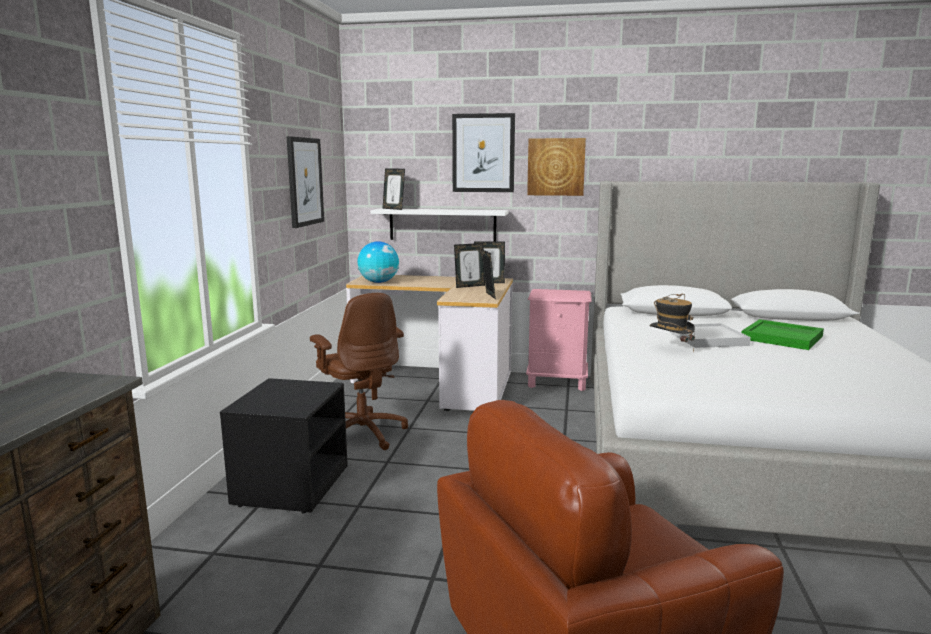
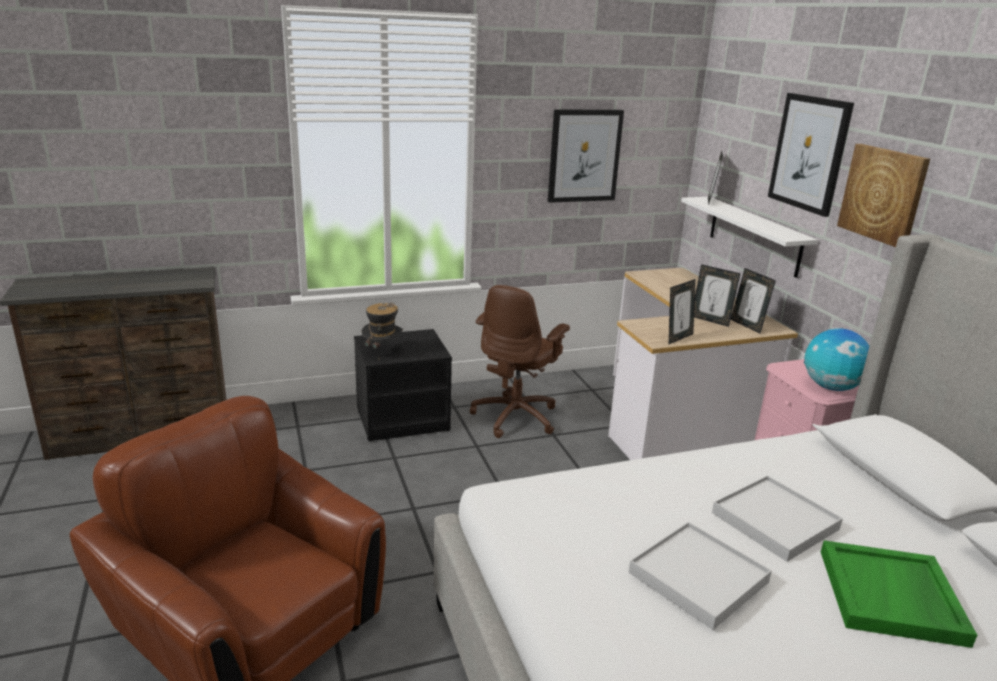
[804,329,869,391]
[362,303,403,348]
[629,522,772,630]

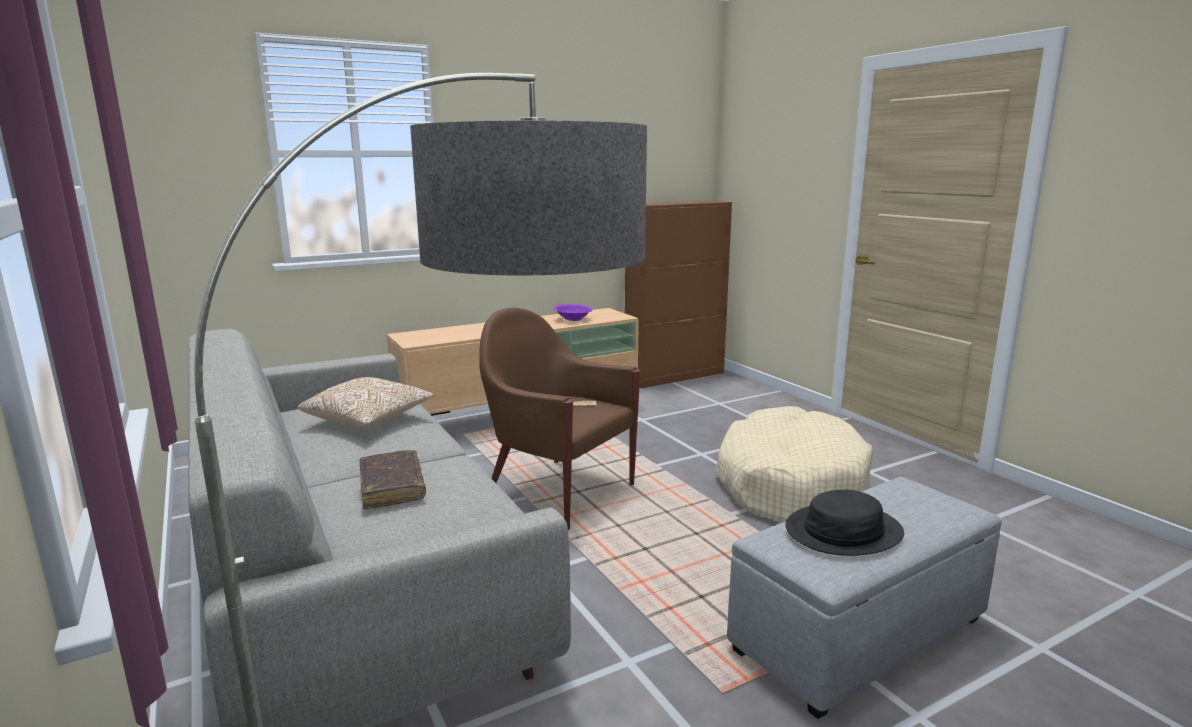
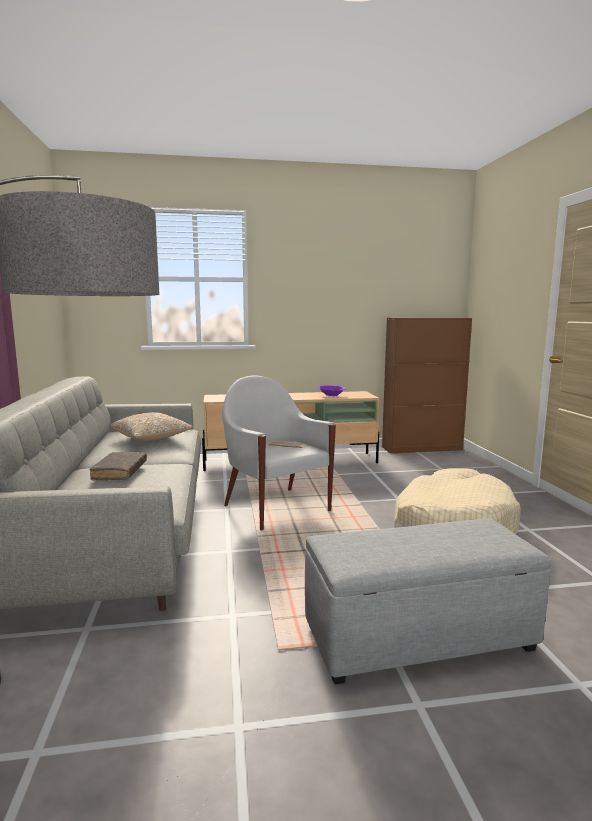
[222,376,336,530]
[785,490,904,556] (first image)

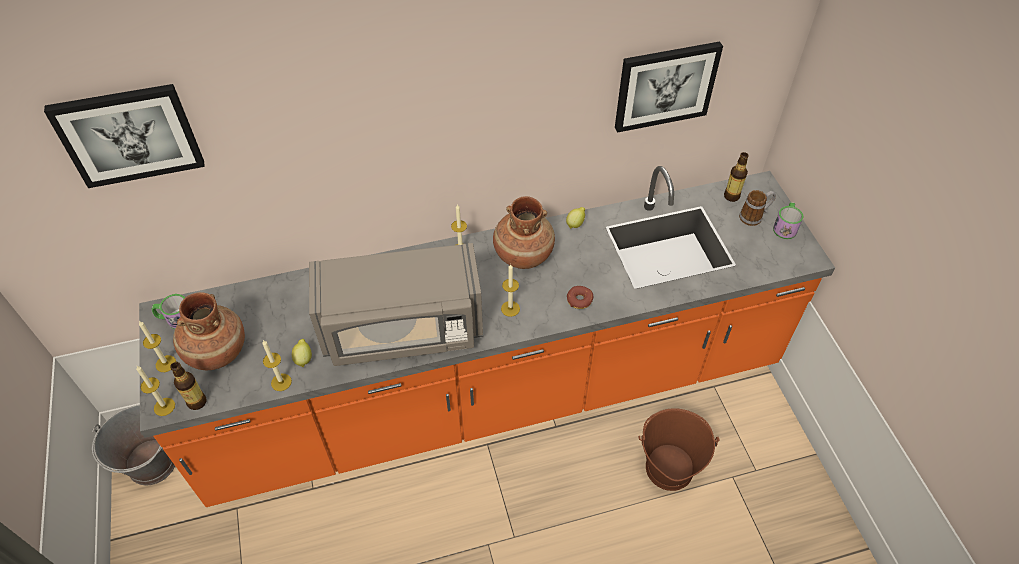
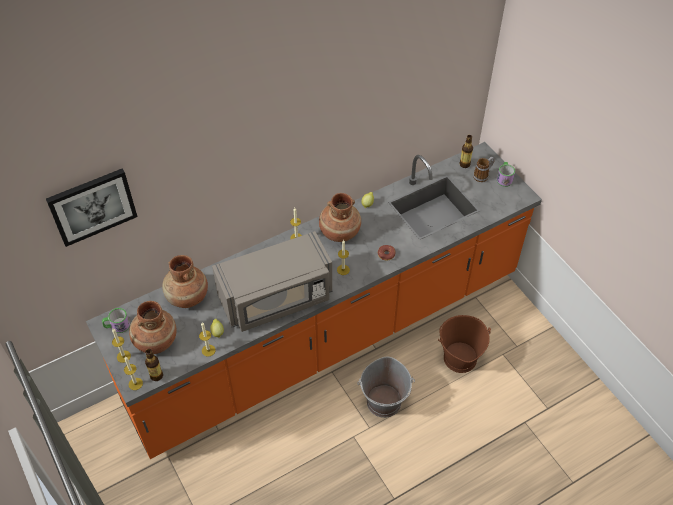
[357,357,415,418]
[615,41,723,133] (first image)
[162,255,208,308]

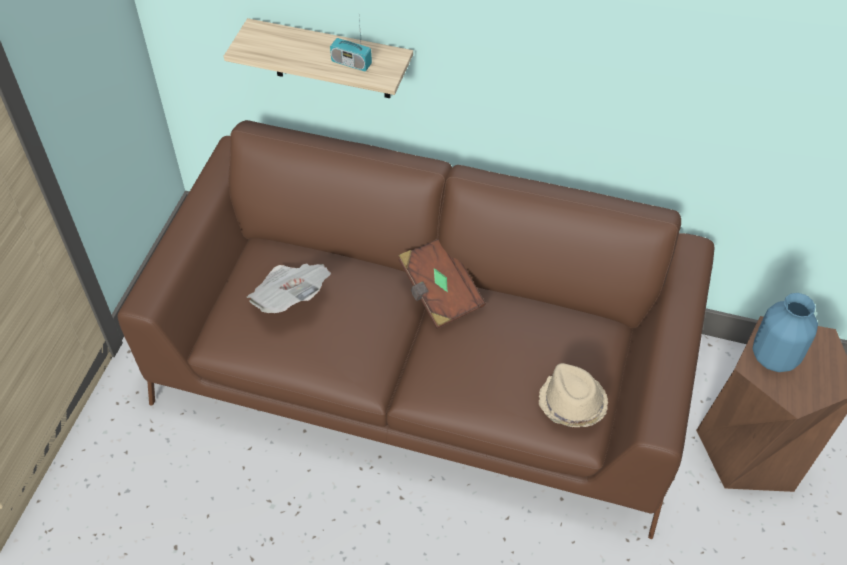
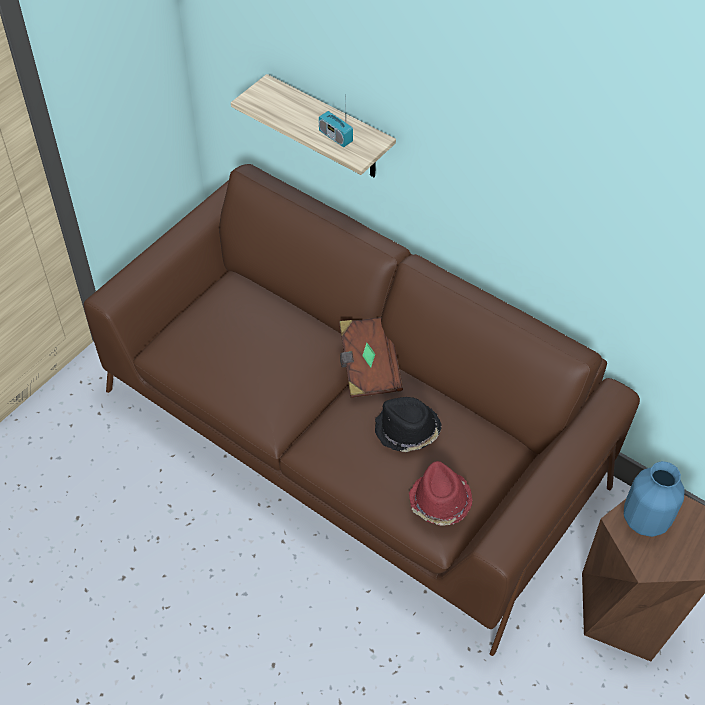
[247,263,331,313] (first image)
[409,461,472,526]
[375,397,442,452]

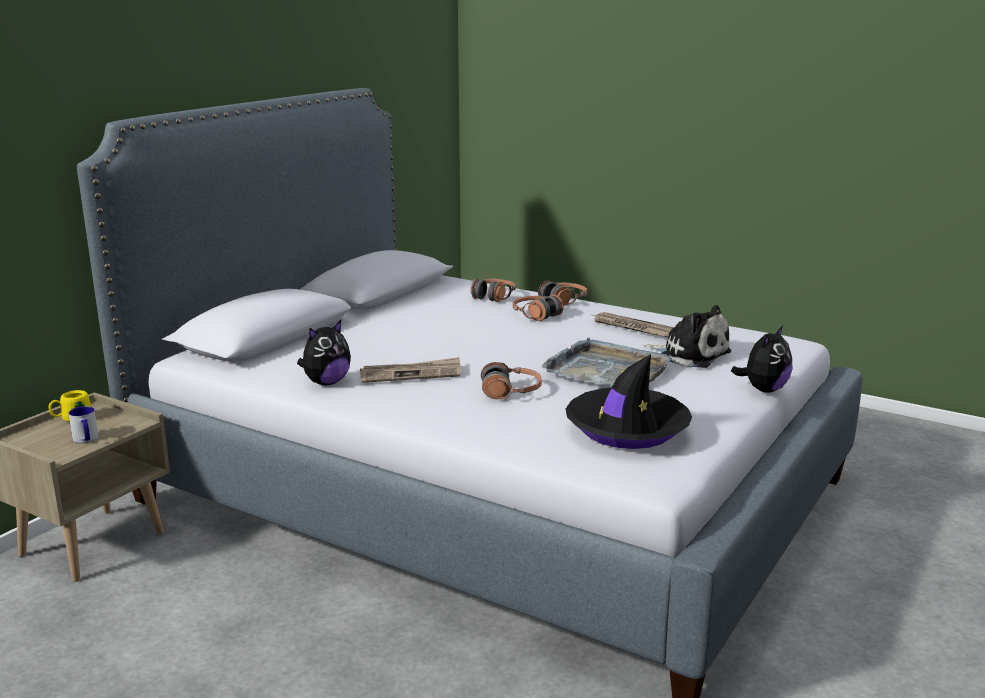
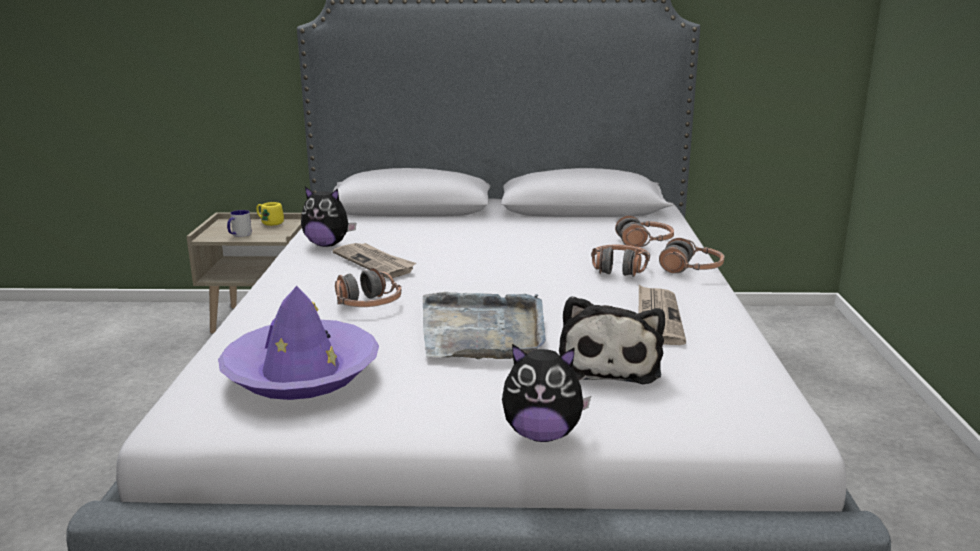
[218,286,379,400]

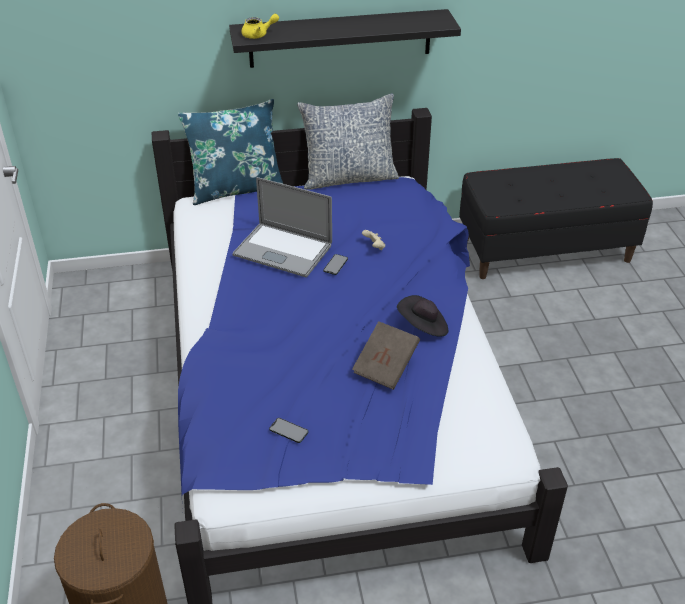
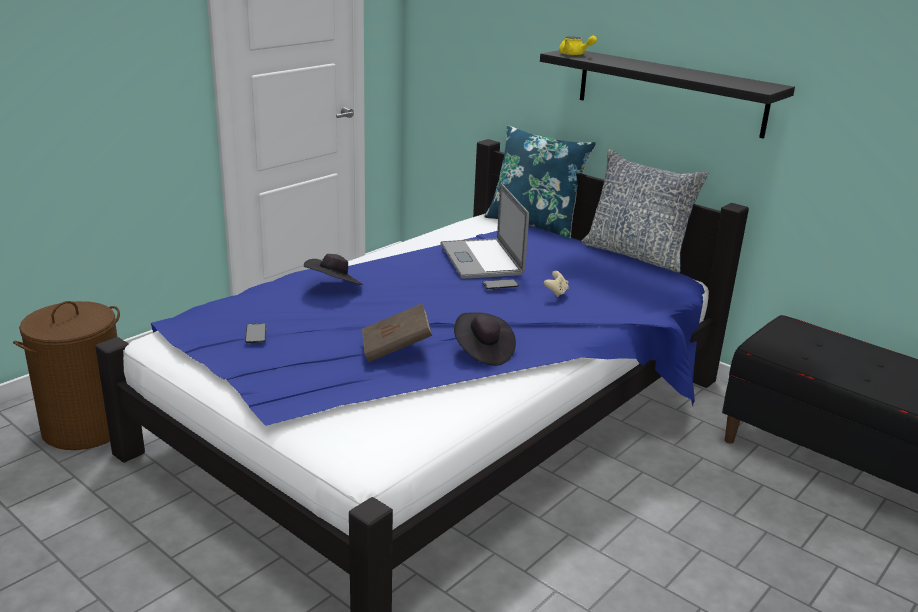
[304,254,362,285]

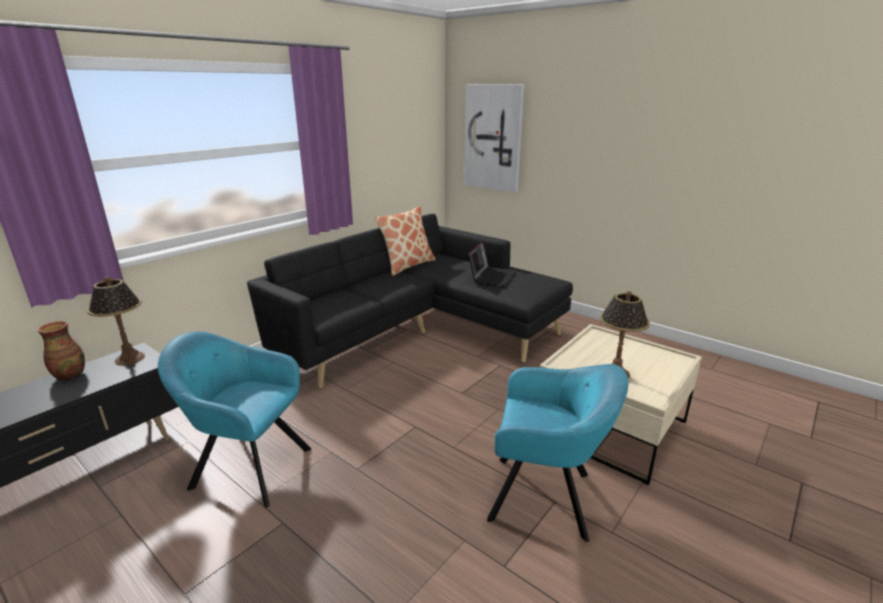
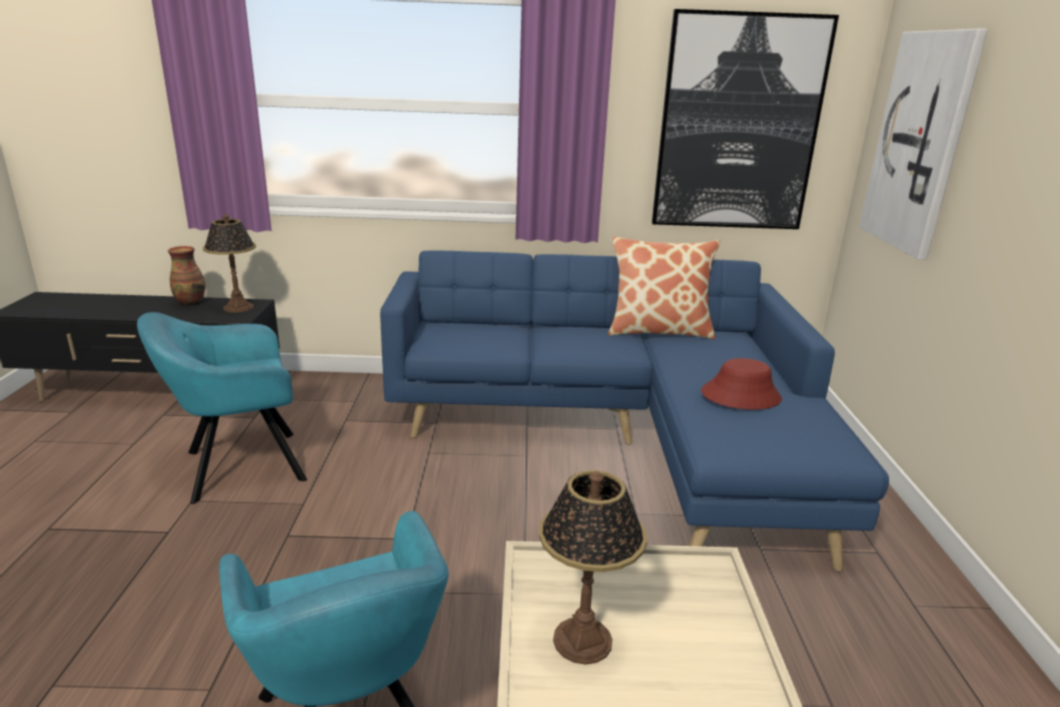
[137,312,307,504]
[380,250,889,572]
[701,358,782,410]
[652,9,839,229]

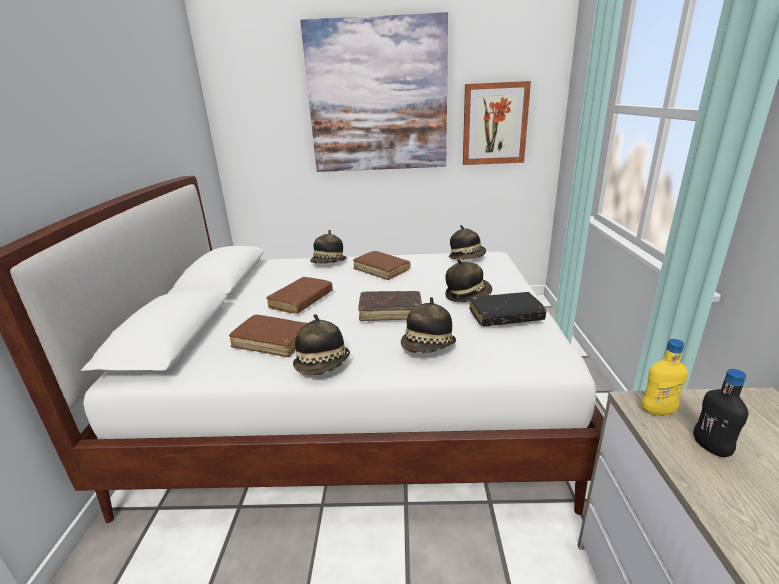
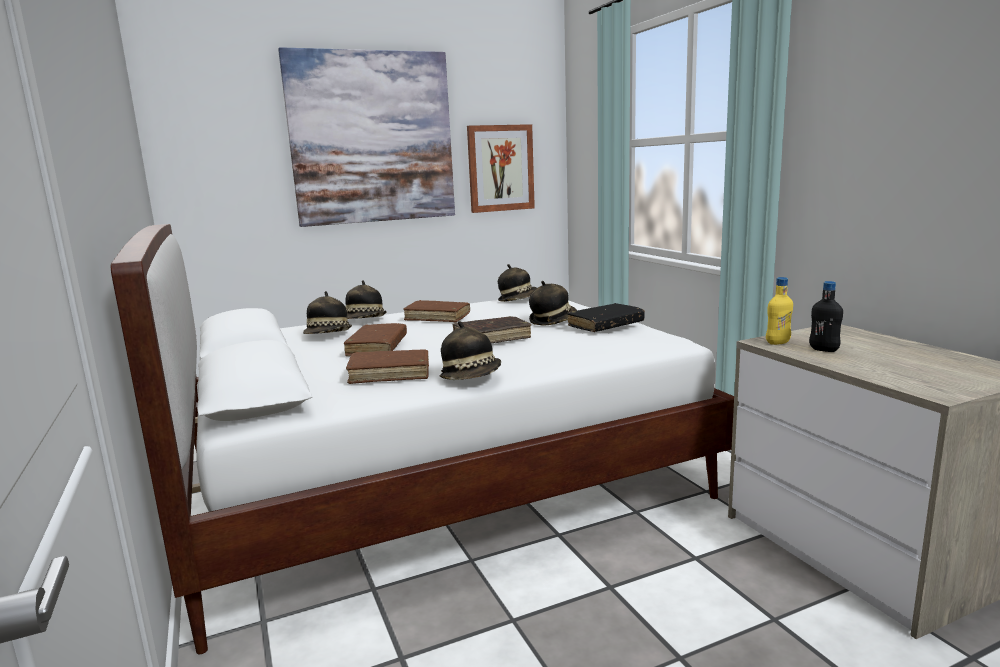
[303,291,352,334]

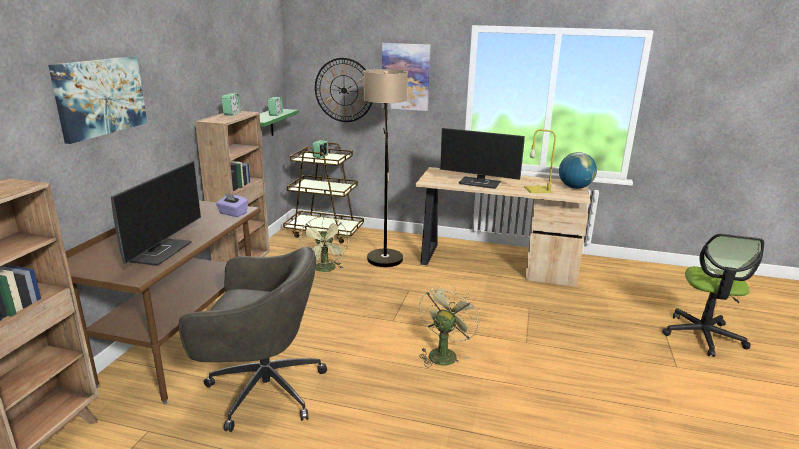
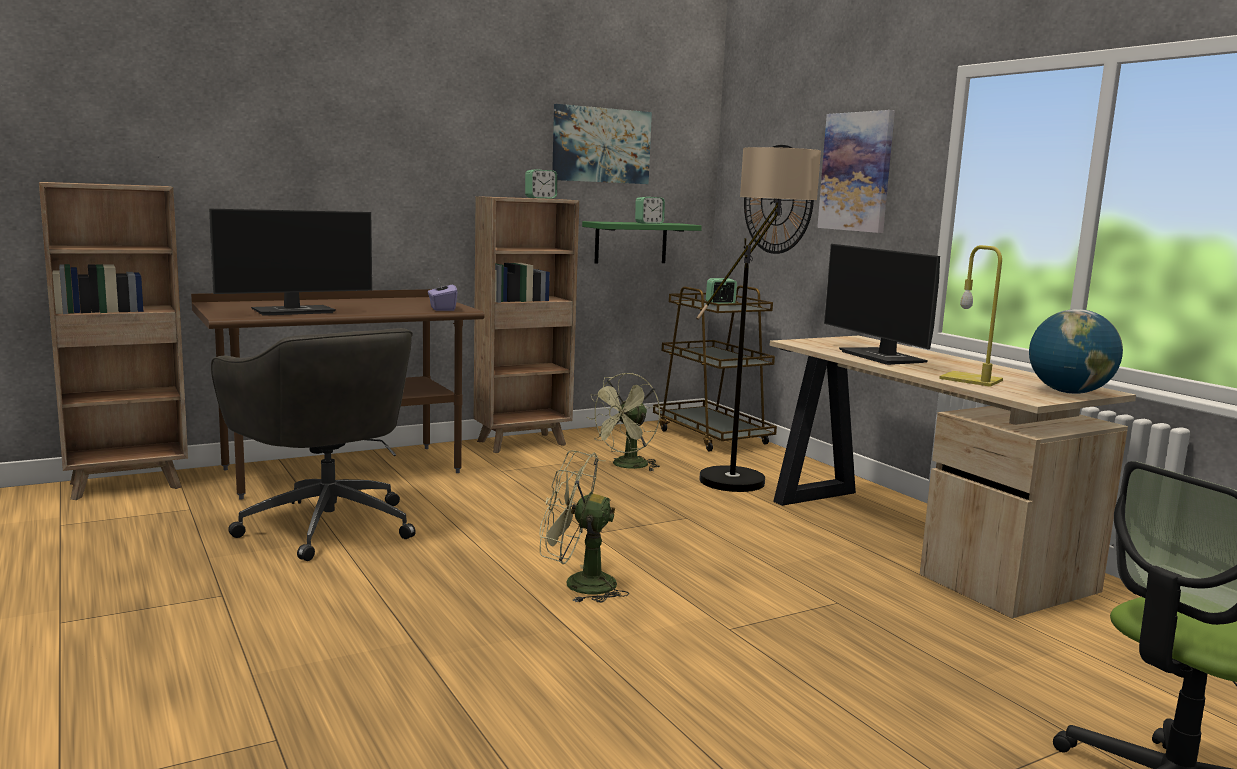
[552,104,652,184]
[539,450,629,603]

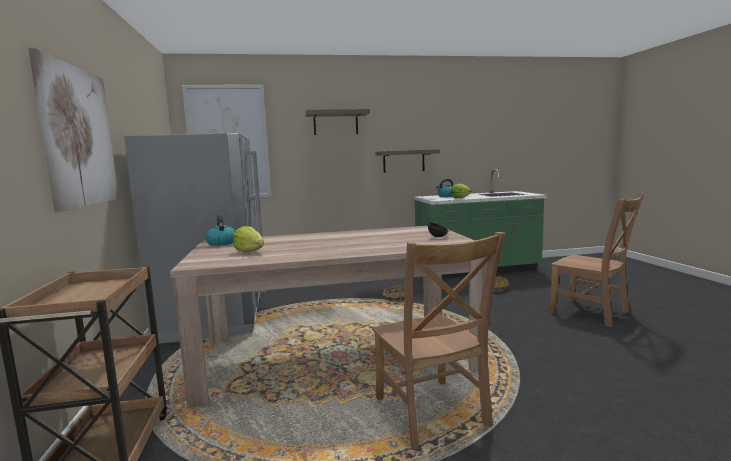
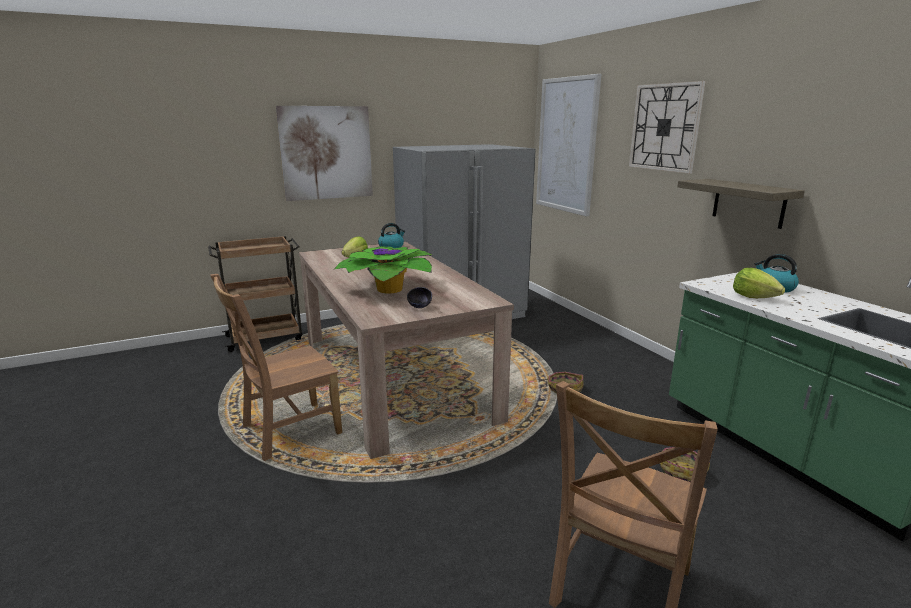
[629,81,706,174]
[333,246,432,293]

